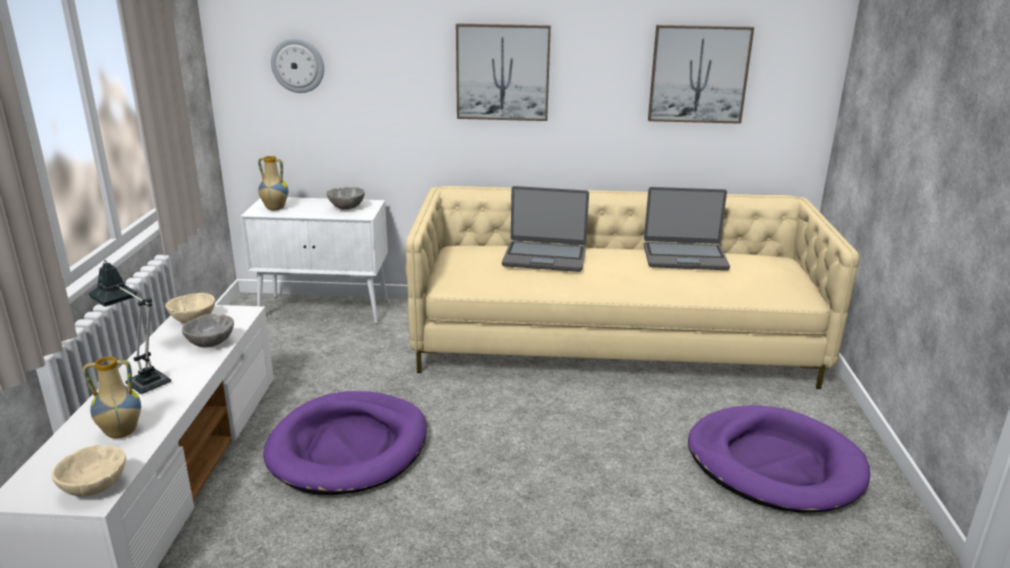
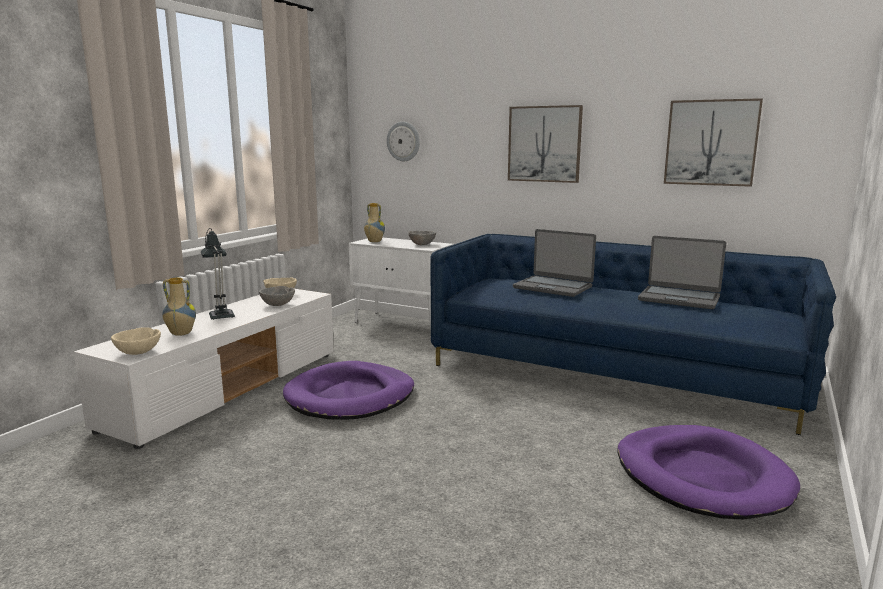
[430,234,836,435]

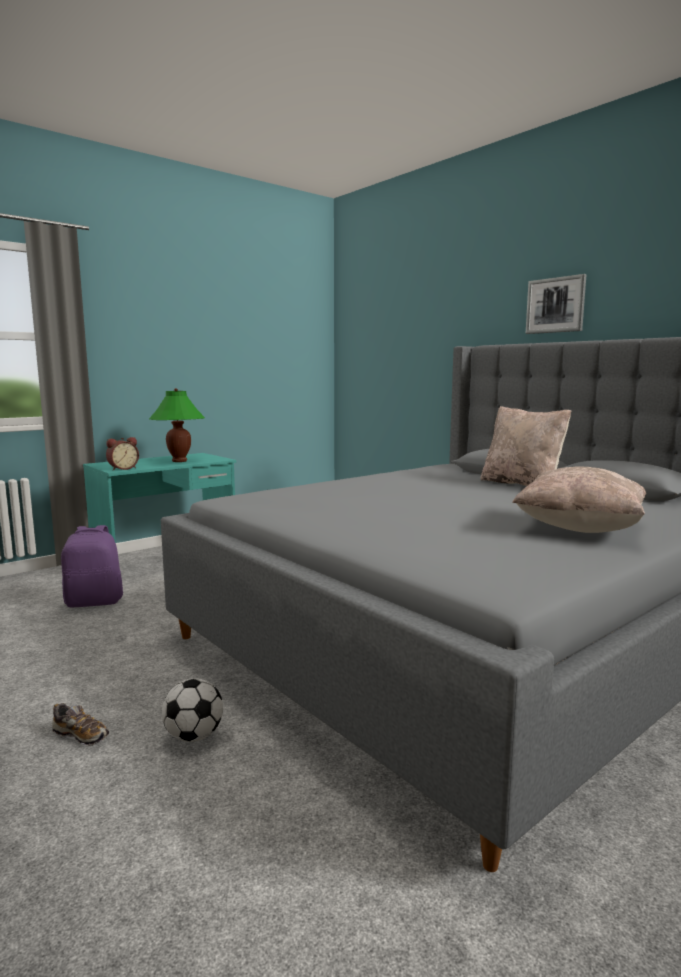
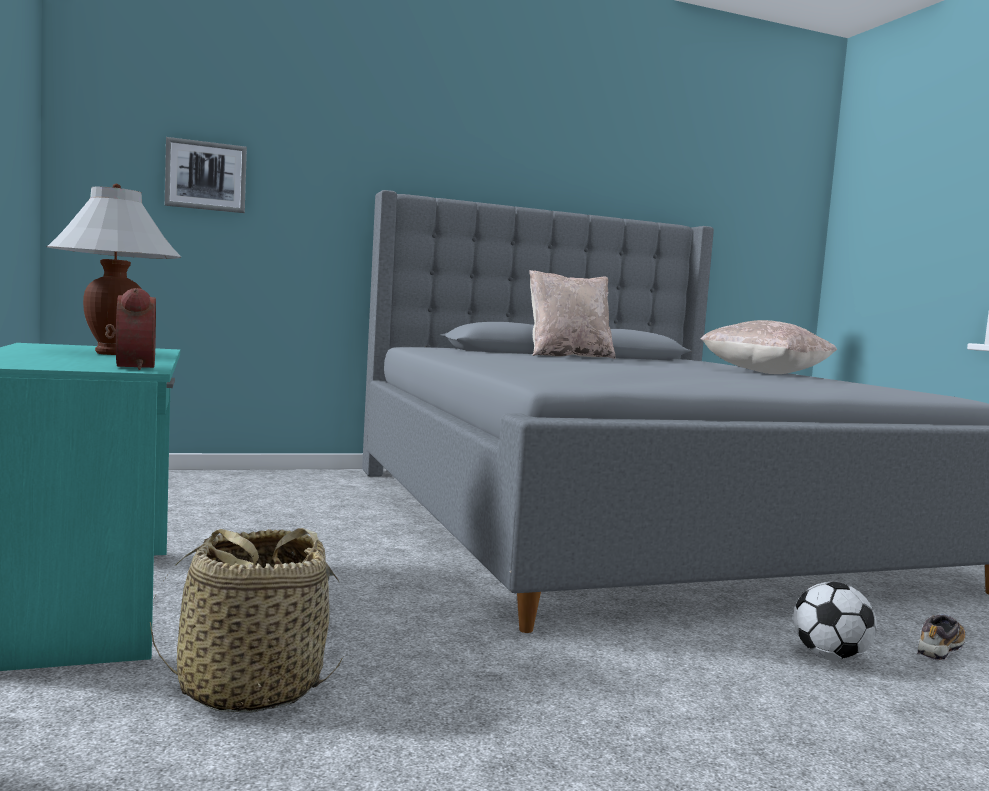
[917,614,965,660]
[150,528,343,713]
[46,184,181,355]
[165,137,247,213]

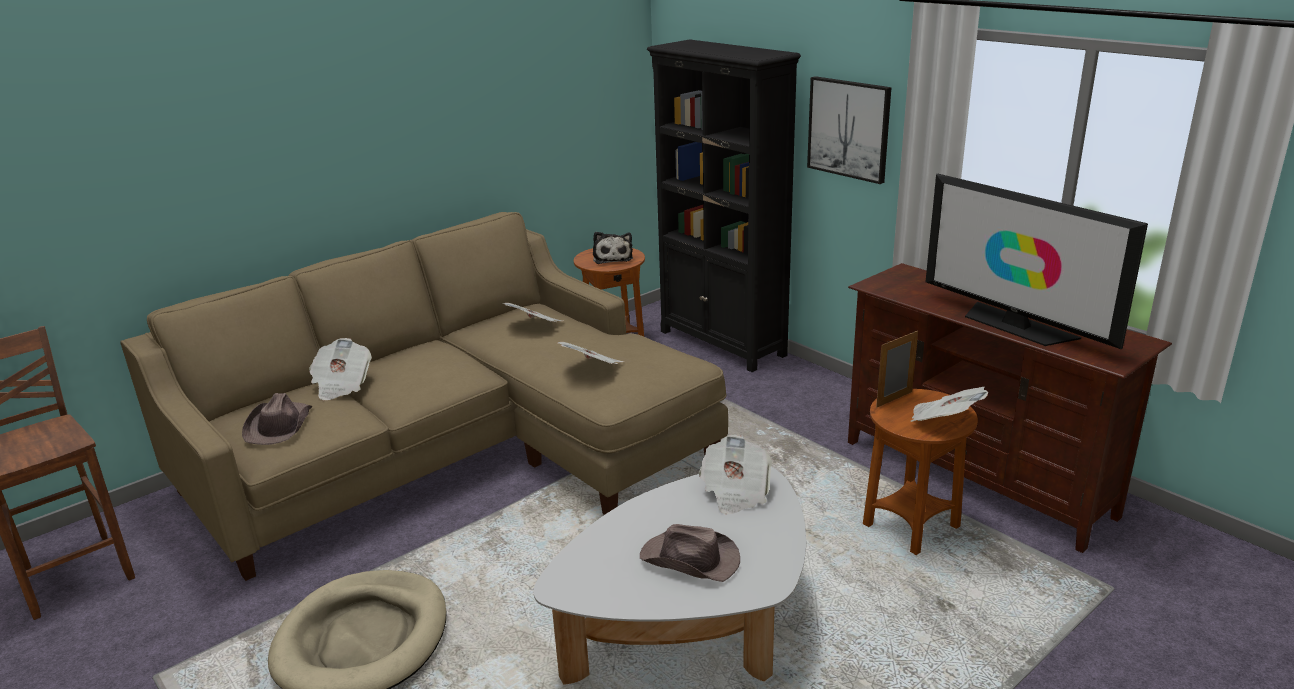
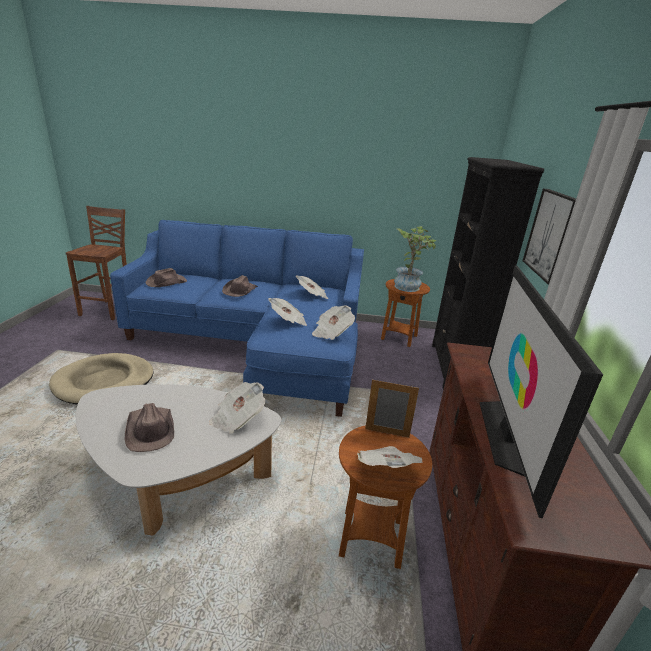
[110,220,364,417]
[312,306,355,340]
[394,226,436,292]
[222,275,258,297]

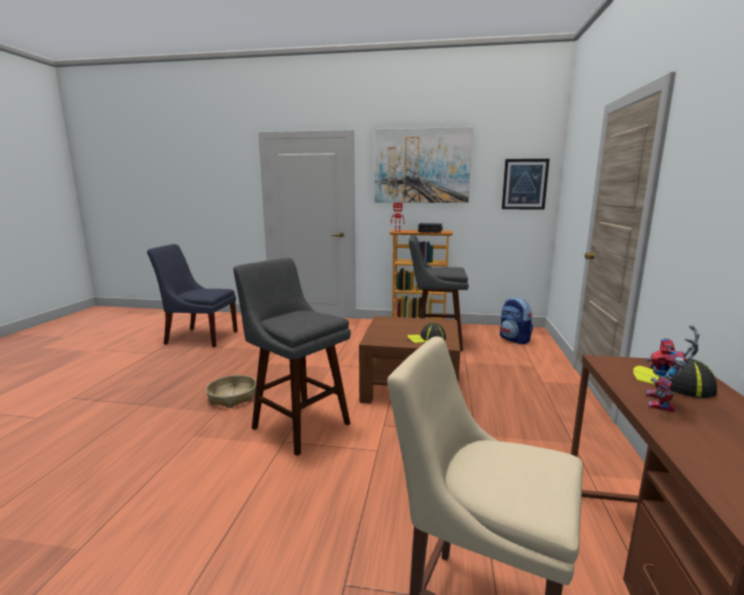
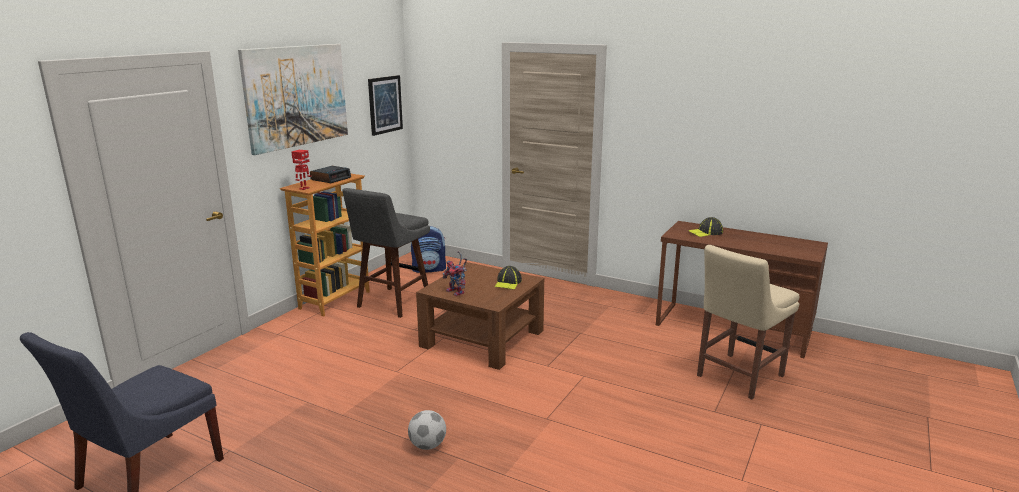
[408,410,446,450]
[233,258,351,456] (first image)
[443,251,467,296]

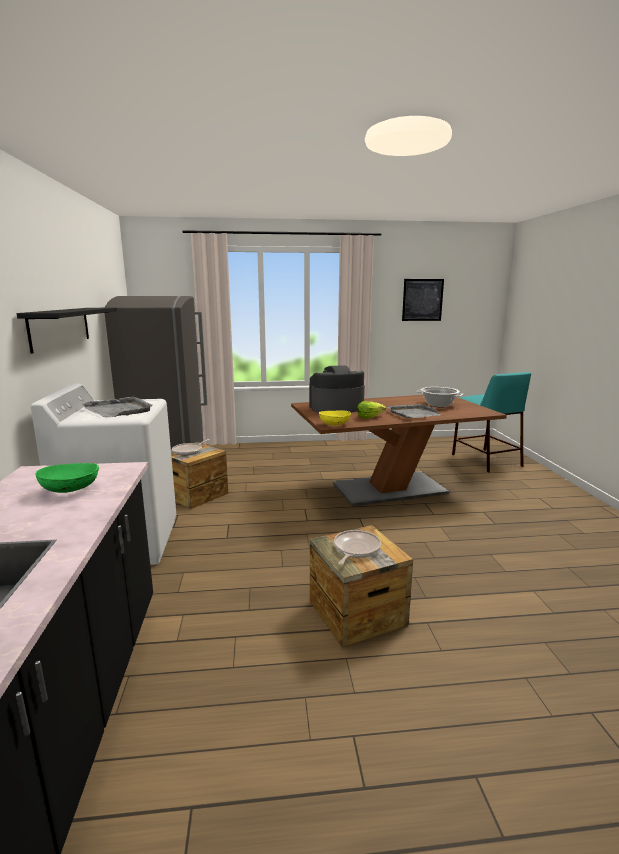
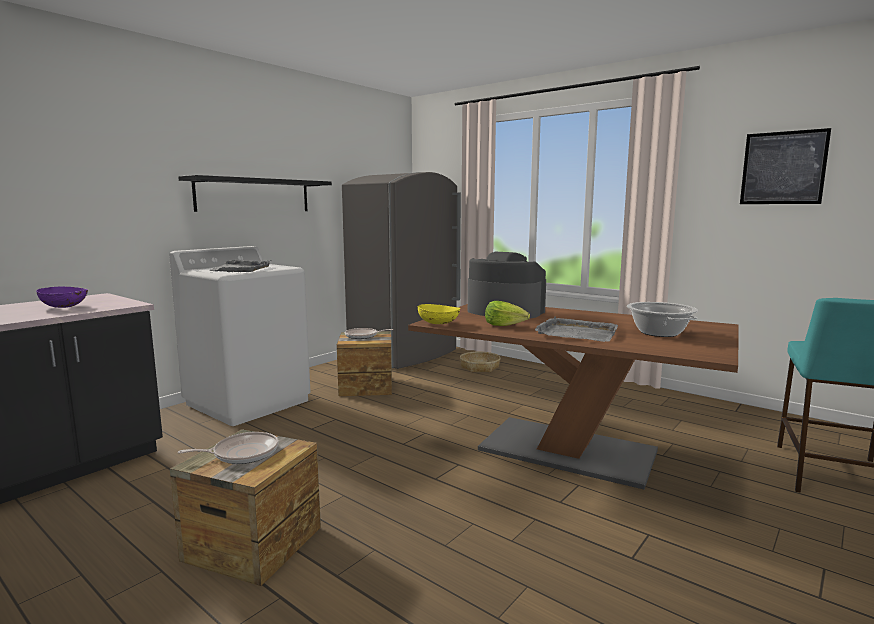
[36,287,88,308]
[460,351,501,372]

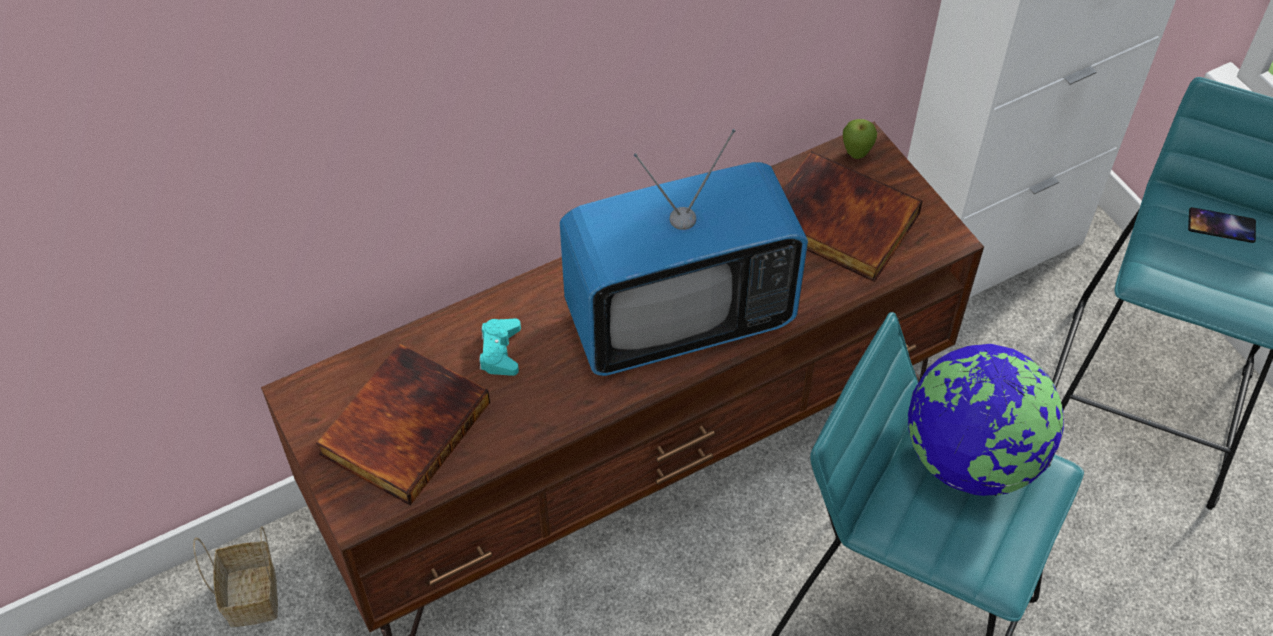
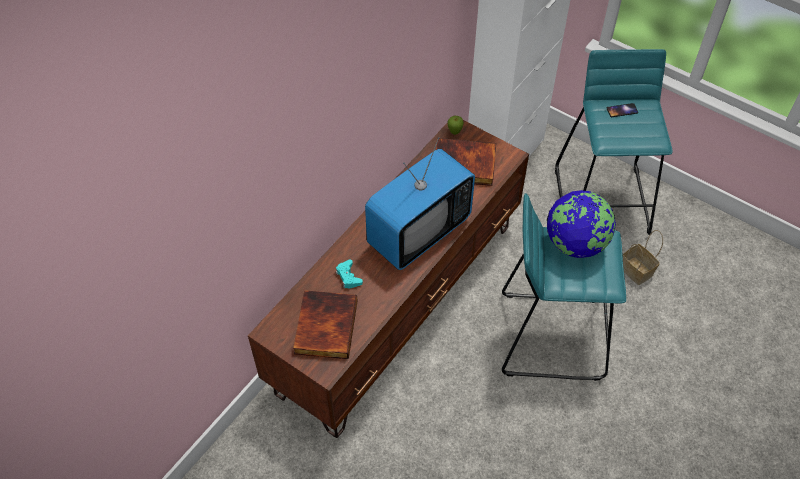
[623,230,663,285]

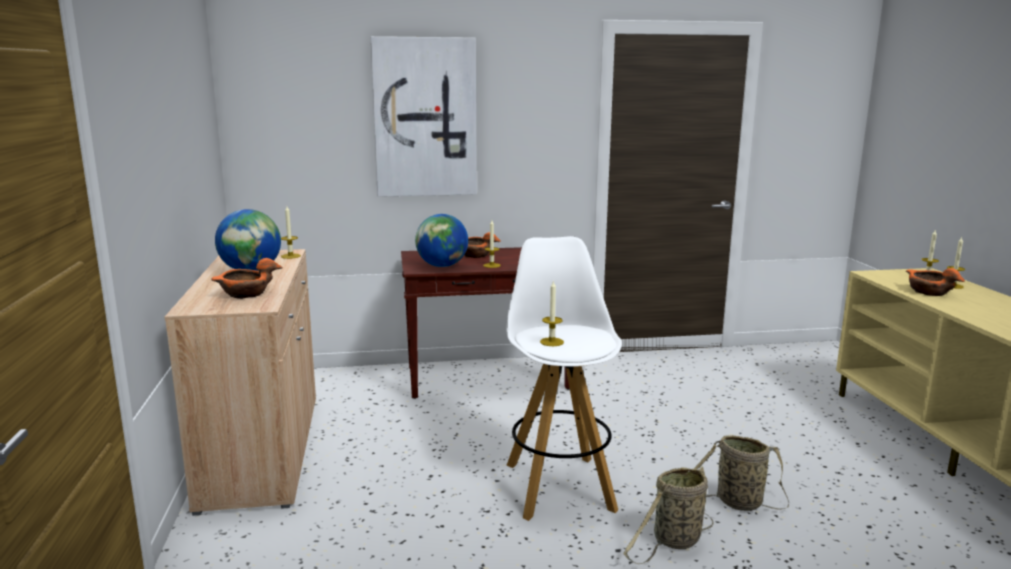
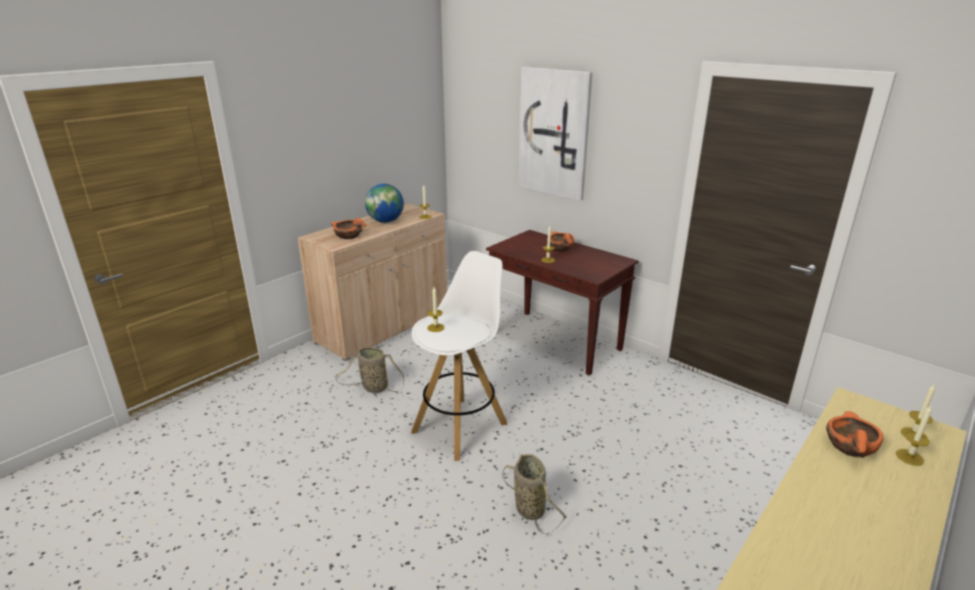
[415,214,468,267] (first image)
[336,347,404,393]

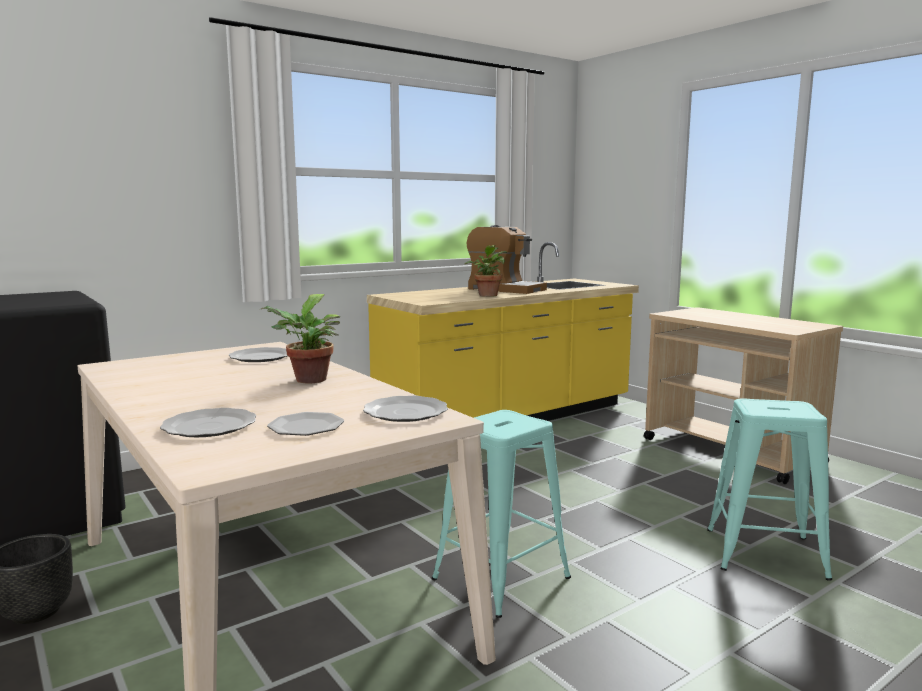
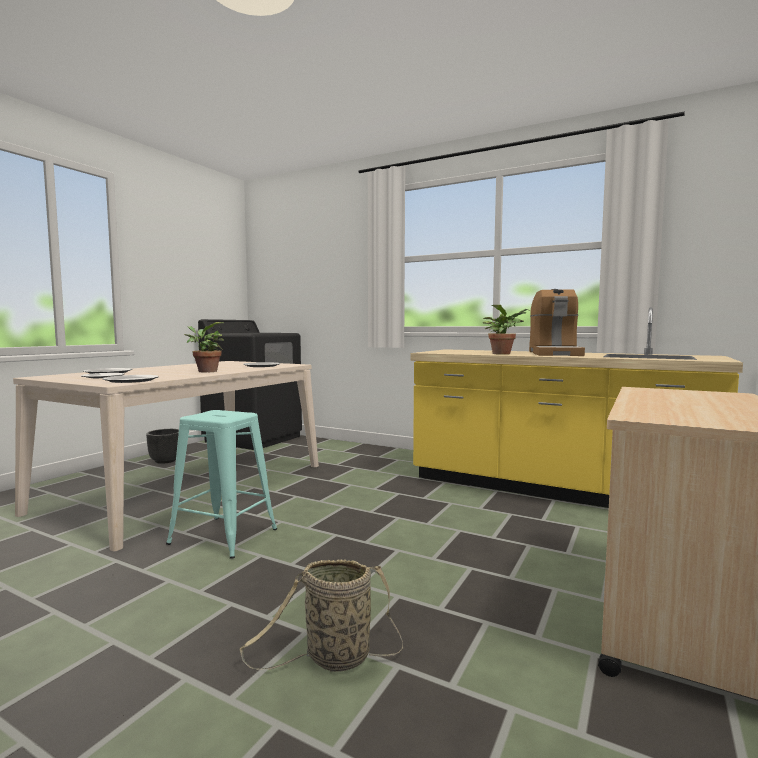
[240,559,404,672]

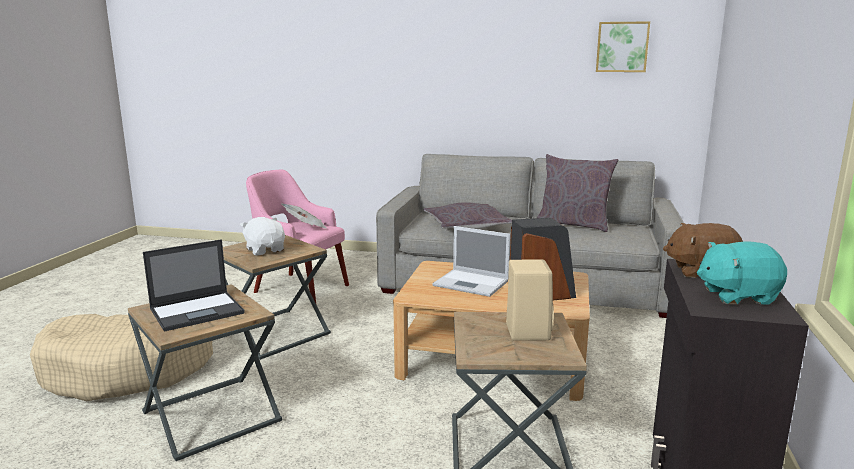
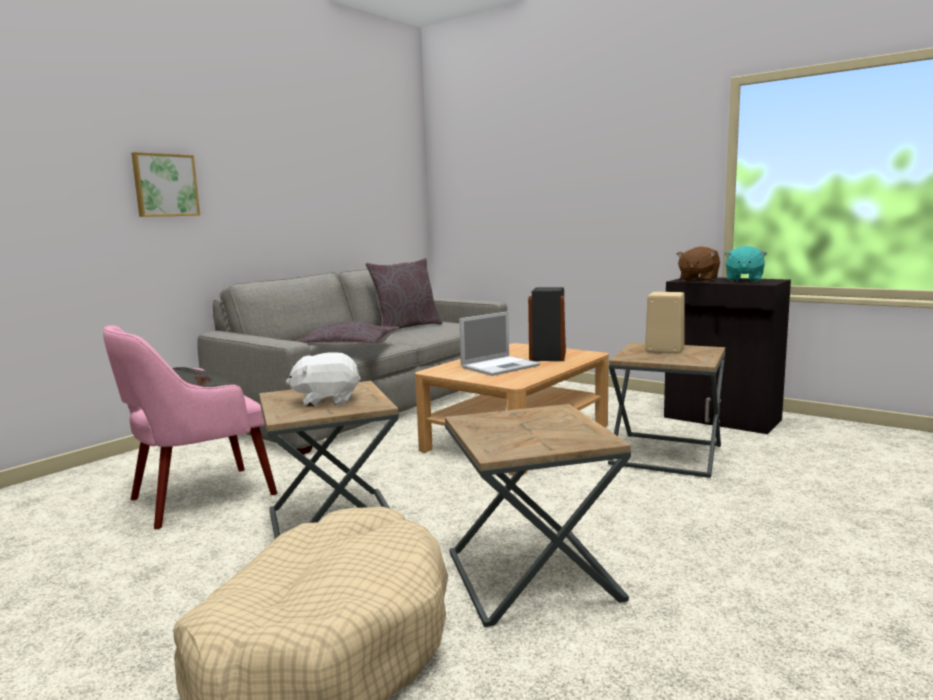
[143,239,245,332] (first image)
[131,152,200,217]

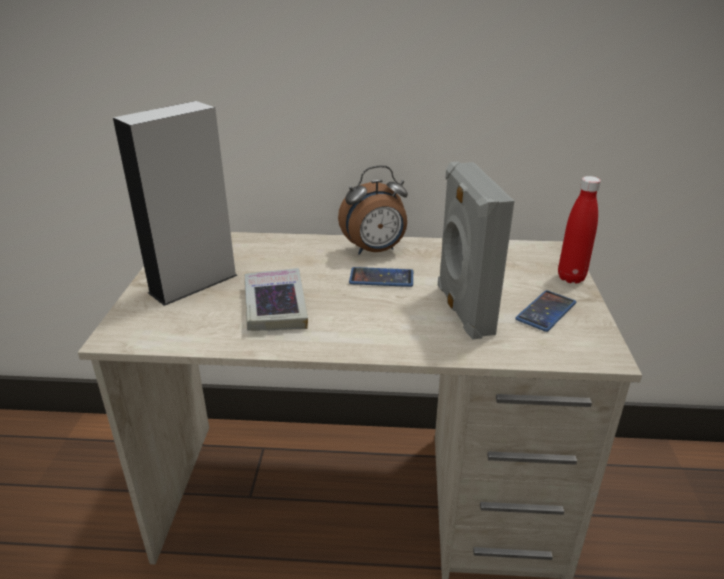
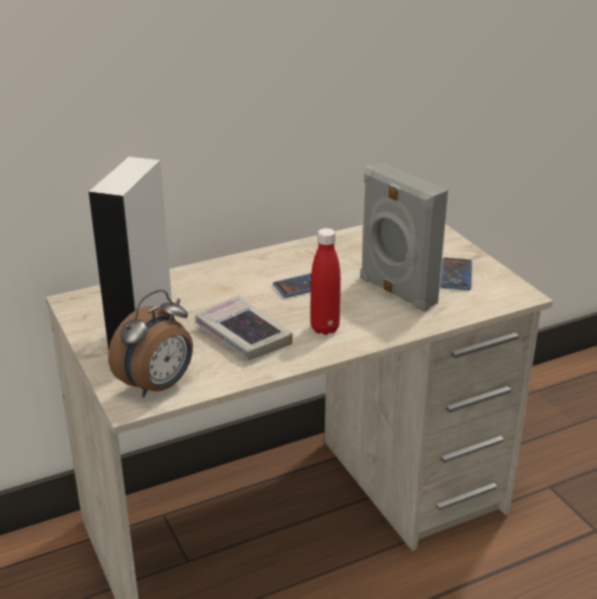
[108,289,193,398]
[310,228,341,335]

